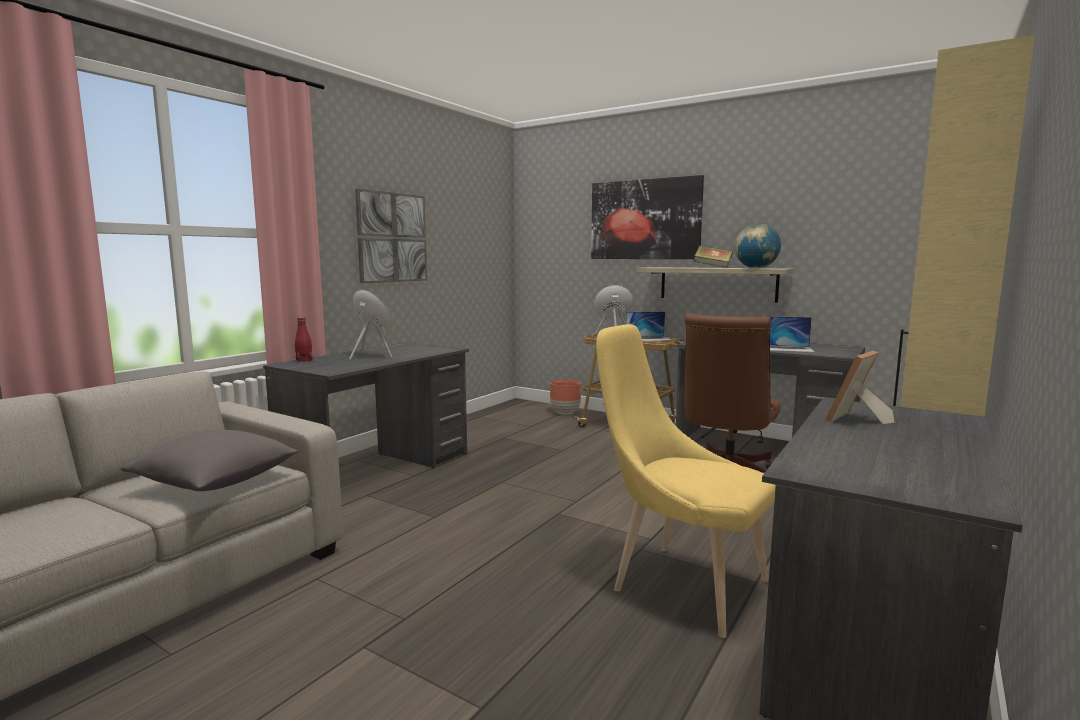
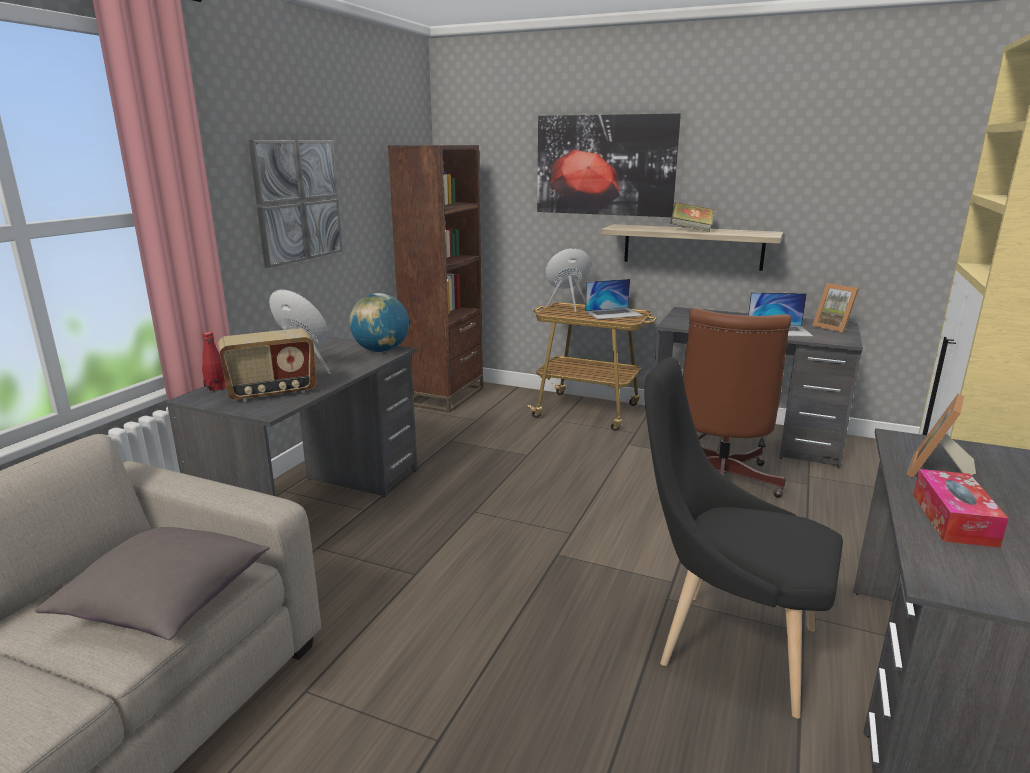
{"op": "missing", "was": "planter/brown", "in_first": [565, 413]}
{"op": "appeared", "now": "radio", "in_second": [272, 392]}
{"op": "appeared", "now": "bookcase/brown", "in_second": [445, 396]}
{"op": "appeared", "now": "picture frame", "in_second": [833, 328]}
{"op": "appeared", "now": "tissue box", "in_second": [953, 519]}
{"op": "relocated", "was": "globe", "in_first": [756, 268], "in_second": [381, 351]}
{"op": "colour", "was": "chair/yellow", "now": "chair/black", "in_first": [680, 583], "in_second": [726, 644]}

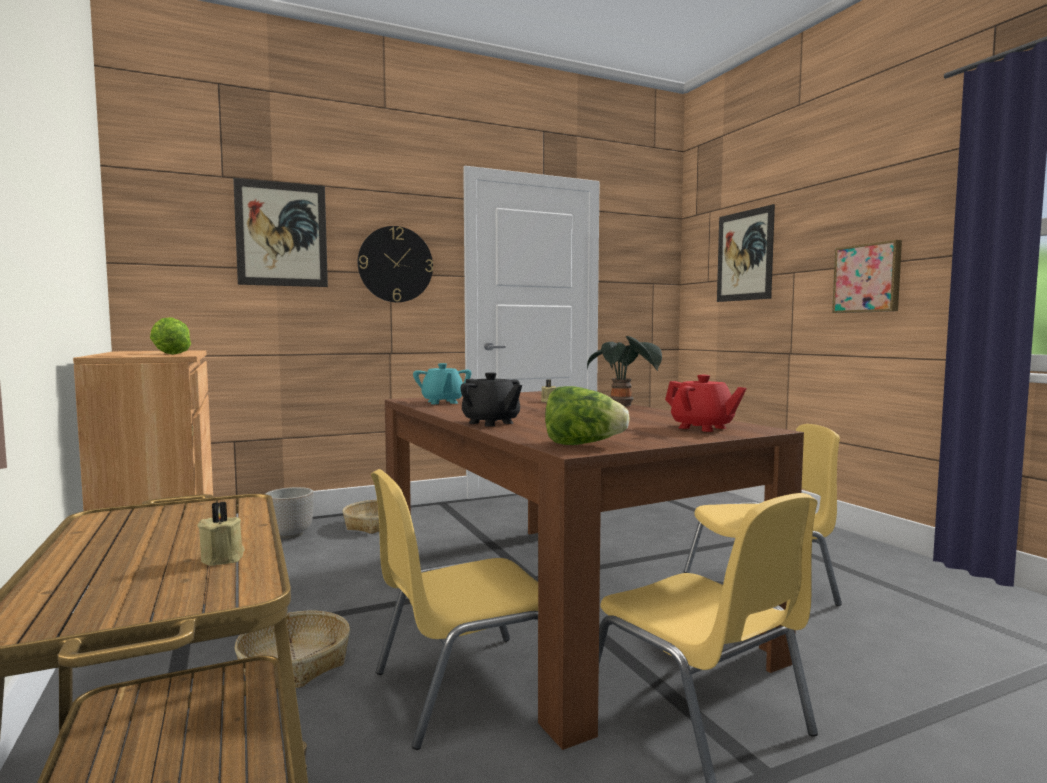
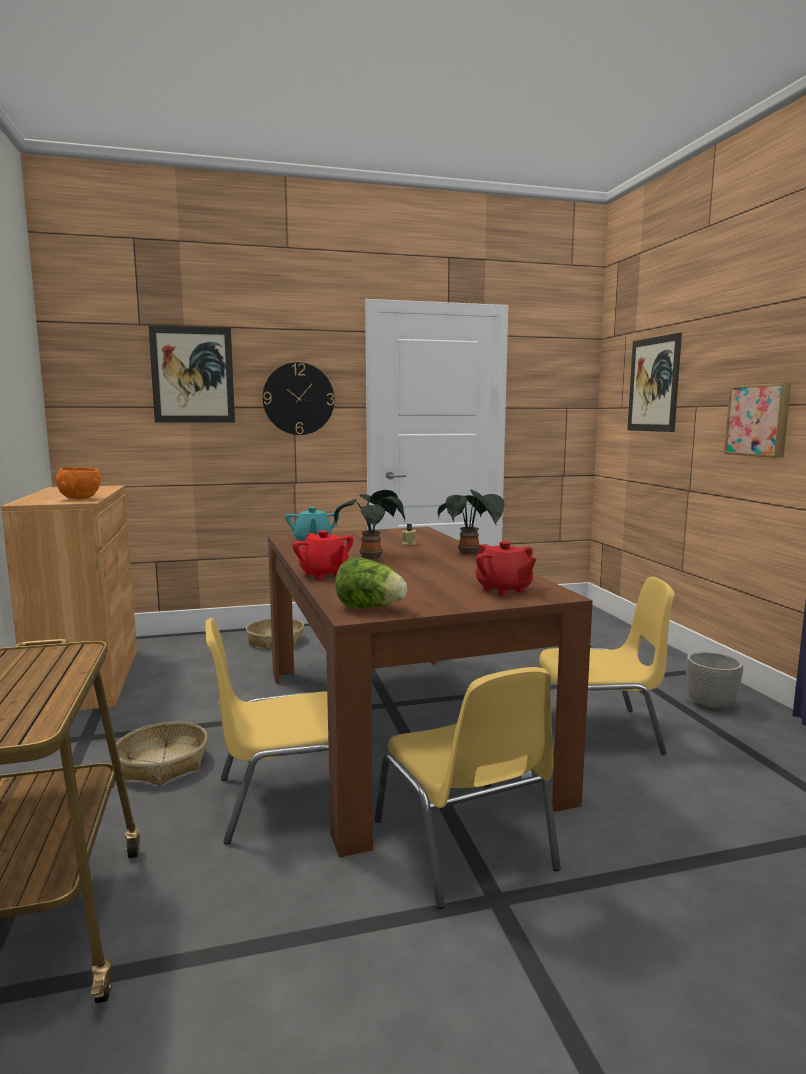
{"op": "missing", "was": "candle/beige", "in_first": [224, 557]}
{"op": "appeared", "now": "potted plant", "in_second": [372, 557]}
{"op": "relocated", "was": "planter", "in_first": [290, 535], "in_second": [711, 705]}
{"op": "exchanged", "was": "lettuce", "now": "bowl/orange", "in_first": [169, 354], "in_second": [80, 498]}
{"op": "colour", "was": "teapot/black", "now": "teapot/red", "in_first": [491, 423], "in_second": [324, 574]}

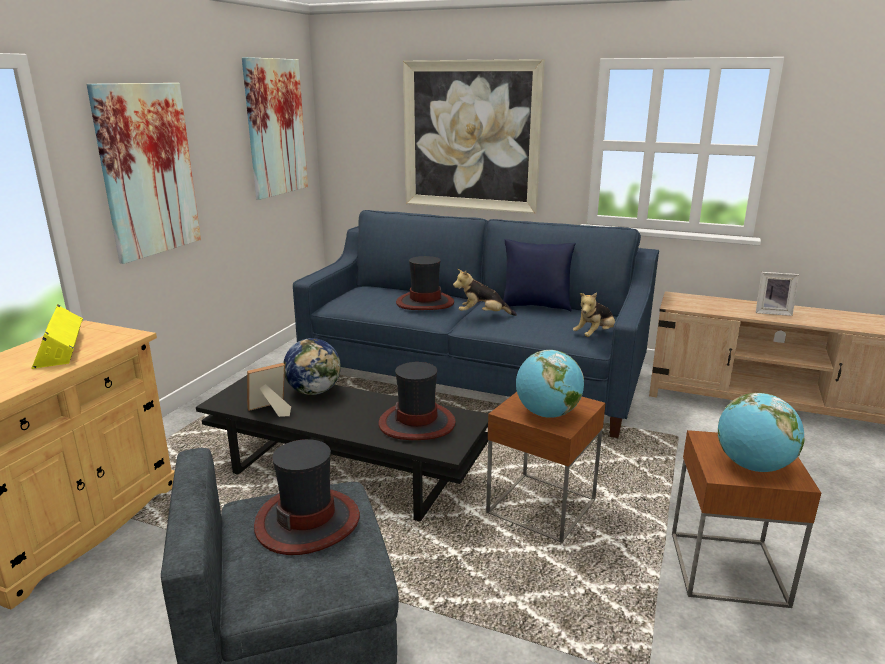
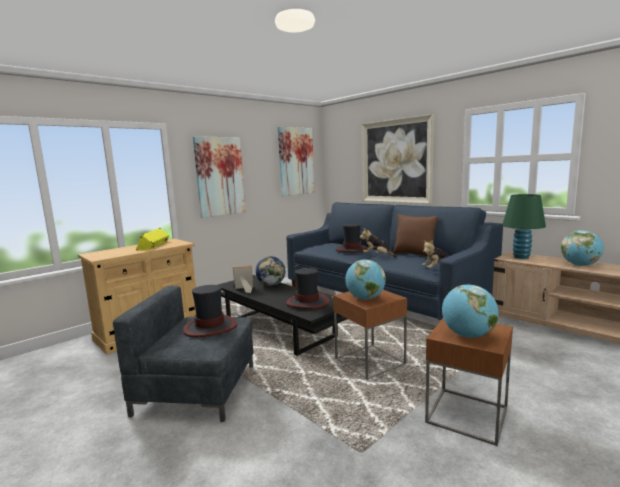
{"op": "appeared", "now": "table lamp/green", "in_second": [521, 257]}
{"op": "exchanged", "was": "picture frame", "now": "globe", "in_first": [772, 312], "in_second": [580, 265]}
{"op": "colour", "was": "pillow/blue", "now": "pillow/brown", "in_first": [536, 306], "in_second": [414, 254]}

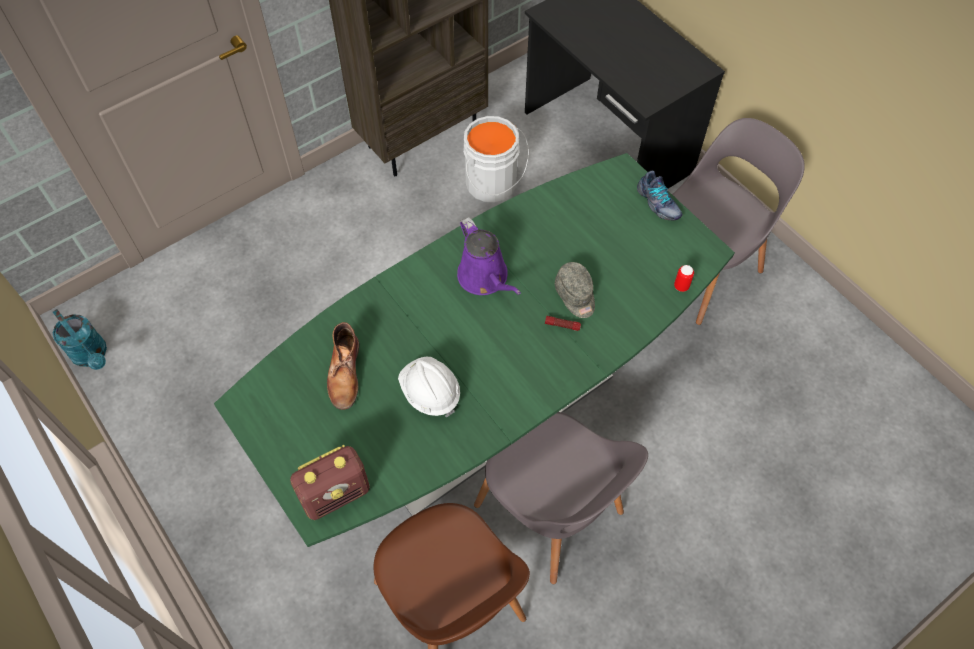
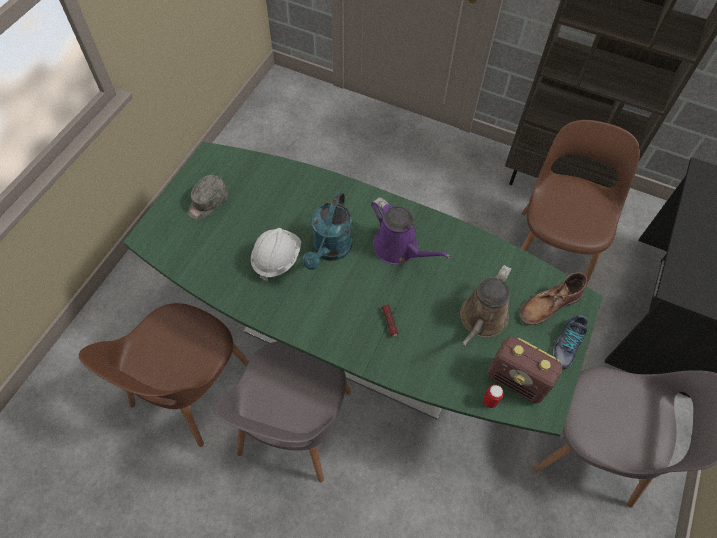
{"op": "appeared", "now": "watering can/brown", "in_second": [481, 320]}
{"op": "relocated", "was": "watering can/turquoise", "in_first": [92, 355], "in_second": [330, 250]}
{"op": "relocated", "was": "radio", "in_first": [336, 494], "in_second": [517, 381]}
{"op": "relocated", "was": "boot/brown", "in_first": [345, 373], "in_second": [548, 305]}
{"op": "relocated", "was": "cap/grey", "in_first": [575, 296], "in_second": [208, 203]}
{"op": "exchanged", "was": "bucket/grey", "now": "chair/brown", "in_first": [493, 185], "in_second": [552, 249]}
{"op": "spun", "was": "watering can/purple", "in_first": [485, 278], "in_second": [399, 248], "clockwise": -75}

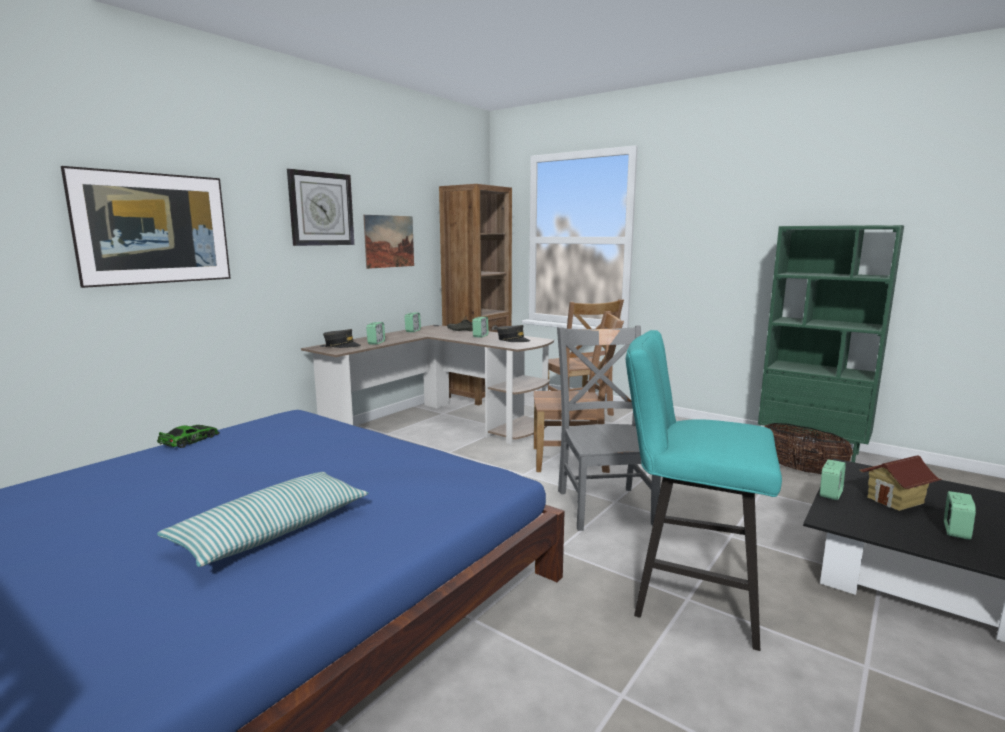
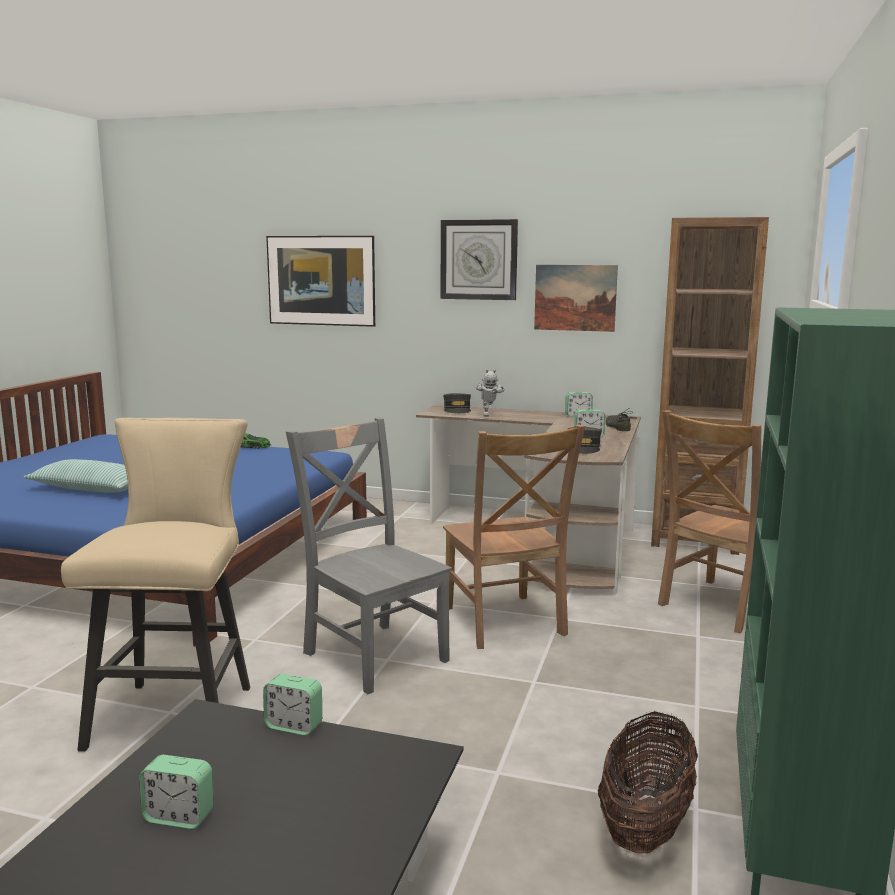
{"op": "missing", "was": "toy house", "in_first": [895, 500]}
{"op": "exchanged", "was": "alarm clock", "now": "toy robot", "in_first": [376, 343], "in_second": [488, 415]}
{"op": "colour", "was": "stool/turquoise", "now": "stool/beige", "in_first": [686, 594], "in_second": [178, 711]}
{"op": "spun", "was": "chair/grey", "in_first": [604, 505], "in_second": [373, 654], "clockwise": -105}

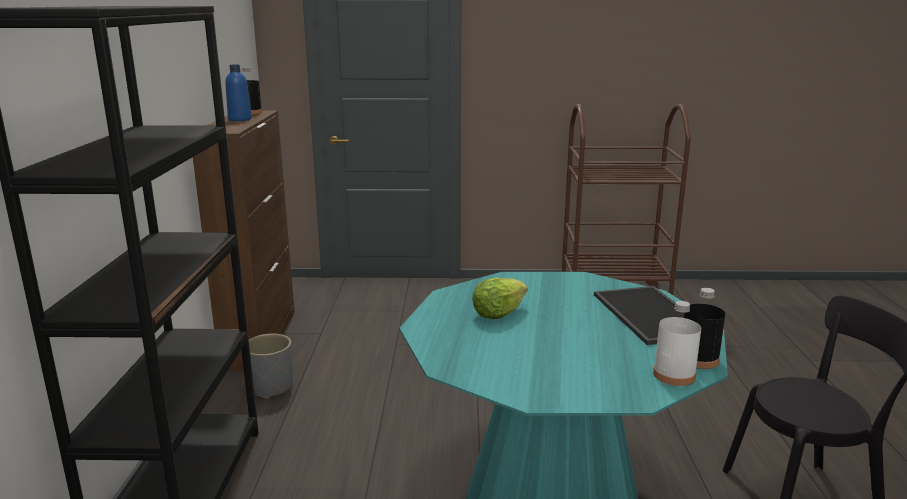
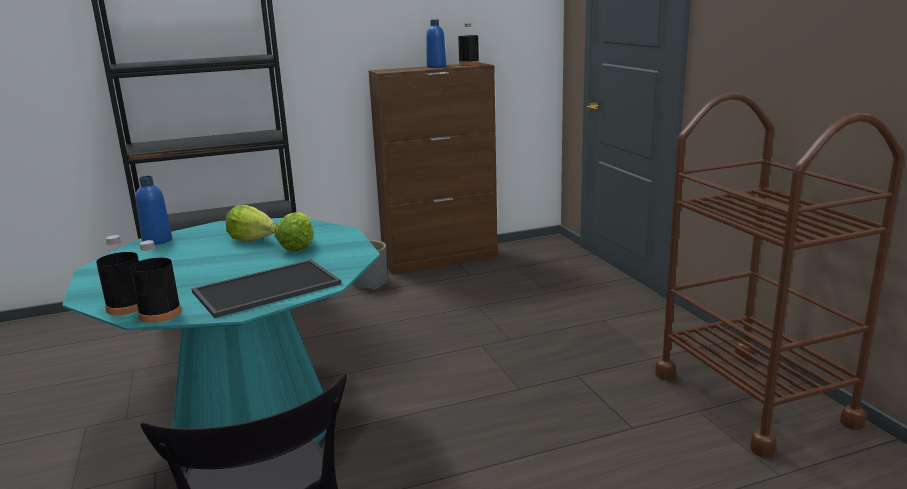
{"op": "appeared", "now": "bottle/blue", "in_second": [157, 240]}
{"op": "appeared", "now": "lettuce", "in_second": [297, 247]}
{"op": "colour", "was": "bottle/white", "now": "bottle/black", "in_first": [674, 375], "in_second": [127, 306]}

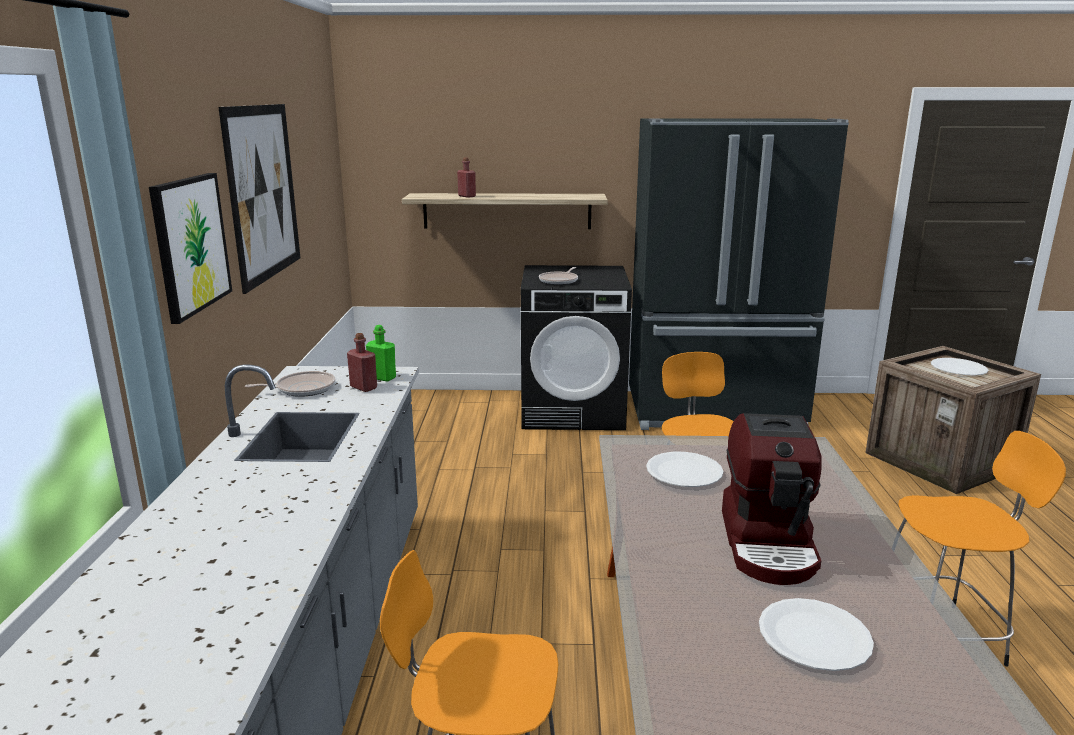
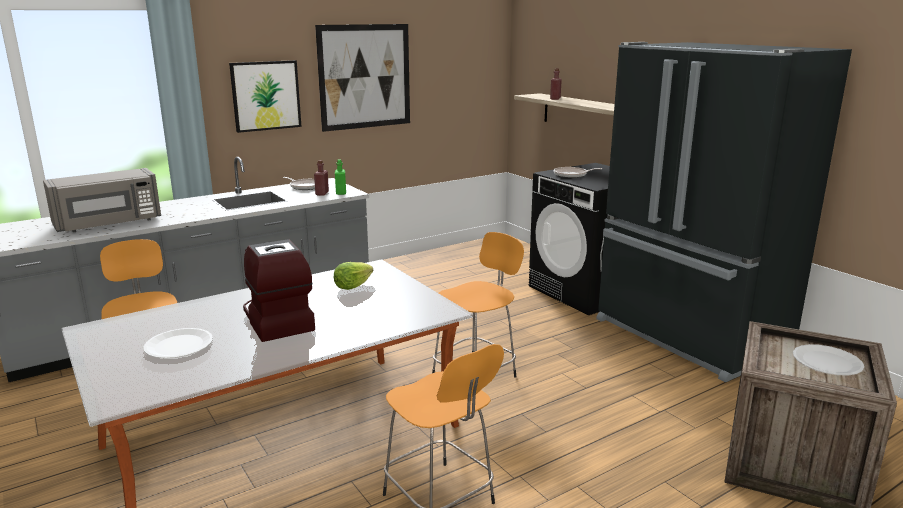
{"op": "appeared", "now": "microwave/grey", "in_second": [109, 224]}
{"op": "exchanged", "was": "plate/white", "now": "lettuce", "in_first": [684, 472], "in_second": [352, 286]}
{"op": "spun", "was": "coffee machine", "in_first": [769, 544], "in_second": [276, 321], "clockwise": 90}

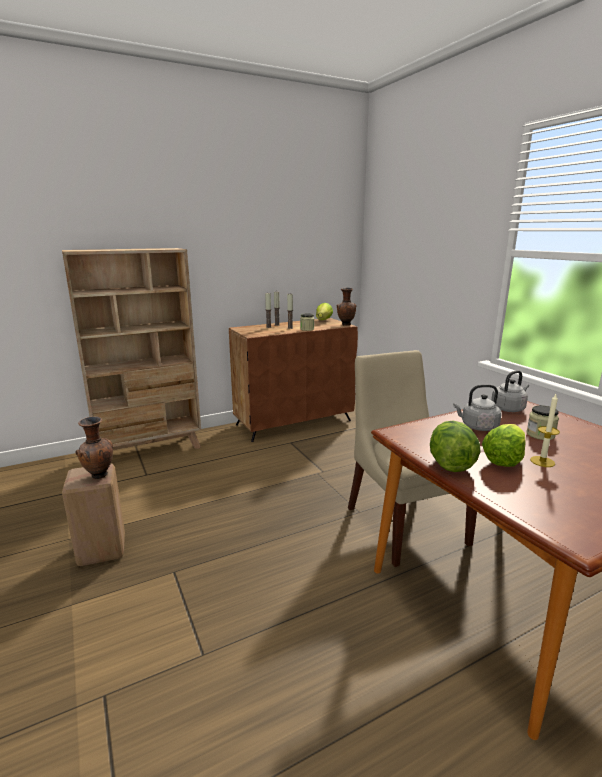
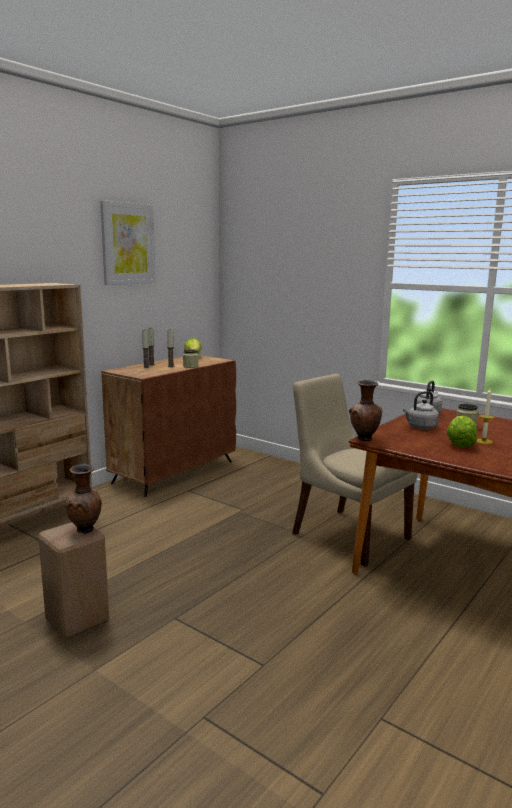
{"op": "missing", "was": "lettuce", "in_first": [450, 464]}
{"op": "appeared", "now": "picture", "in_second": [128, 244]}
{"op": "relocated", "was": "vase/brown", "in_first": [345, 325], "in_second": [364, 439]}

